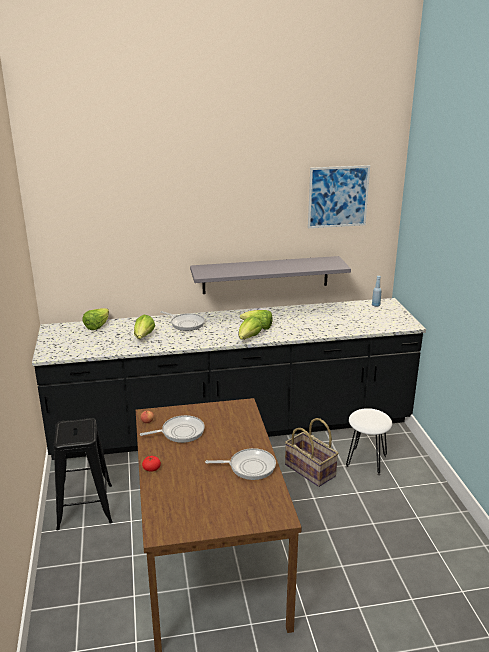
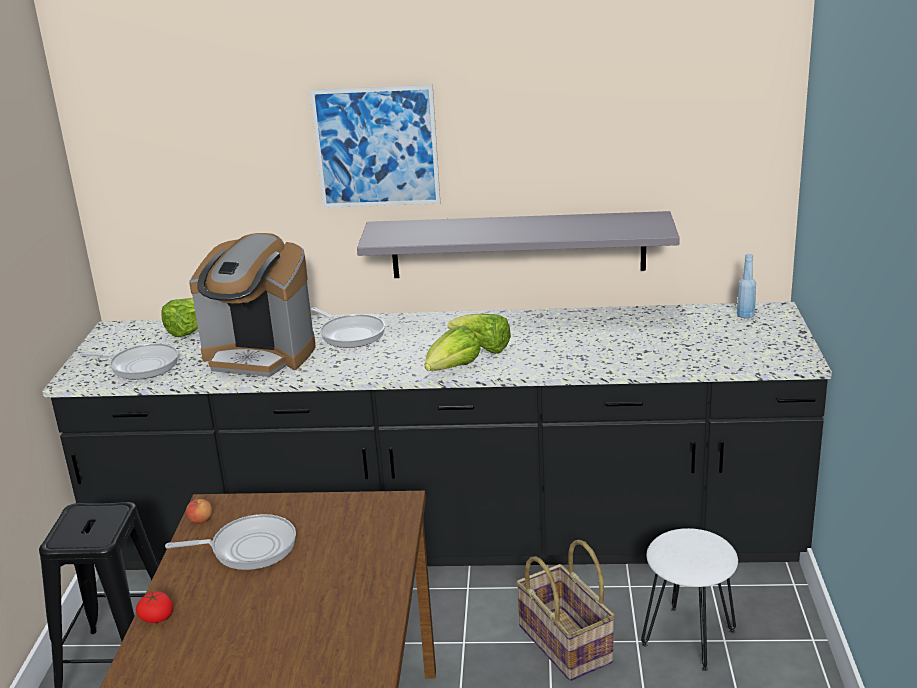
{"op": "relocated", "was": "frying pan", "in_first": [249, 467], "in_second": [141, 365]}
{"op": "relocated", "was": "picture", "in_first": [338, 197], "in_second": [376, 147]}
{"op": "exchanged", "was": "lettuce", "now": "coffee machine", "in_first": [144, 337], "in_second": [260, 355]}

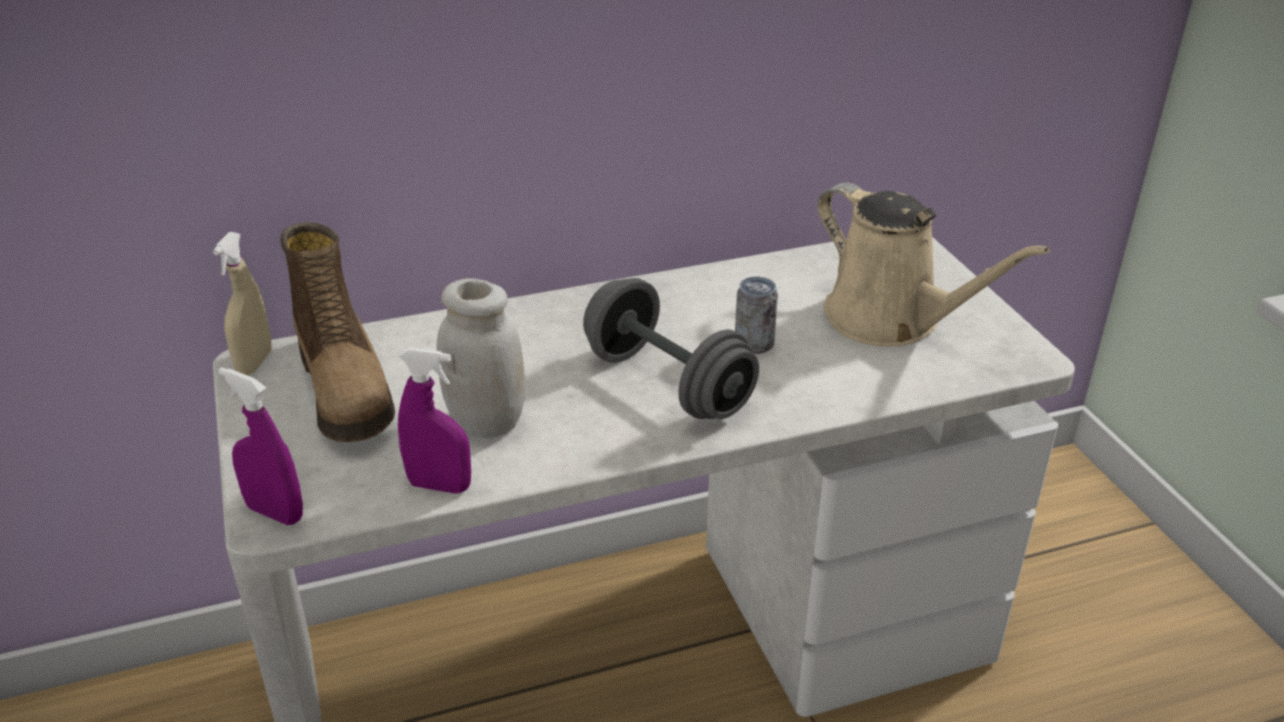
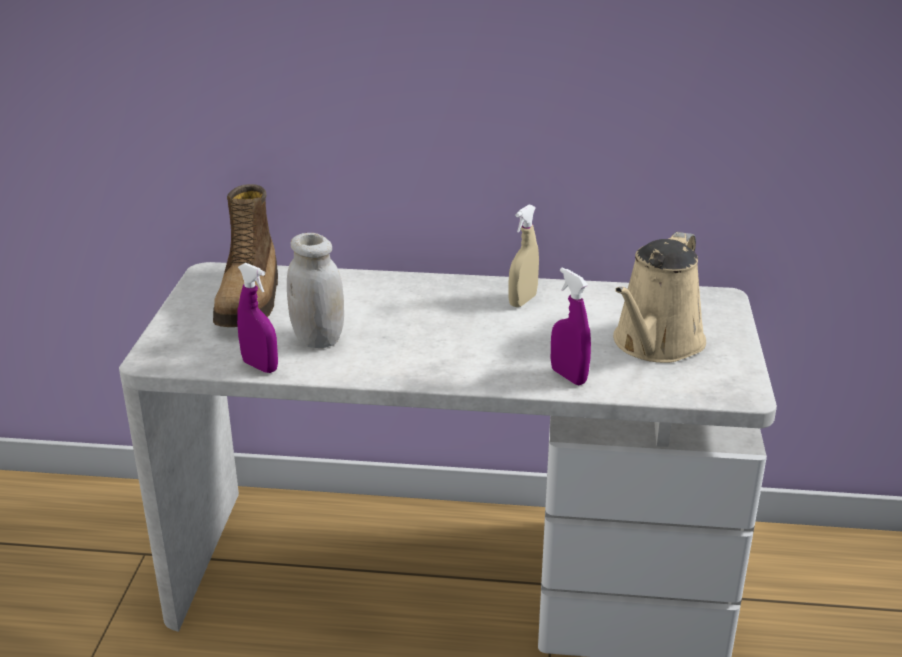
{"op": "missing", "was": "dumbbell/grey", "in_first": [668, 384]}
{"op": "missing", "was": "can", "in_first": [754, 344]}
{"op": "relocated", "was": "spray bottle/beige", "in_first": [255, 363], "in_second": [522, 301]}
{"op": "relocated", "was": "spray bottle/purple", "in_first": [275, 513], "in_second": [568, 376]}
{"op": "spun", "was": "watering can/beige", "in_first": [890, 320], "in_second": [655, 344], "clockwise": 45}

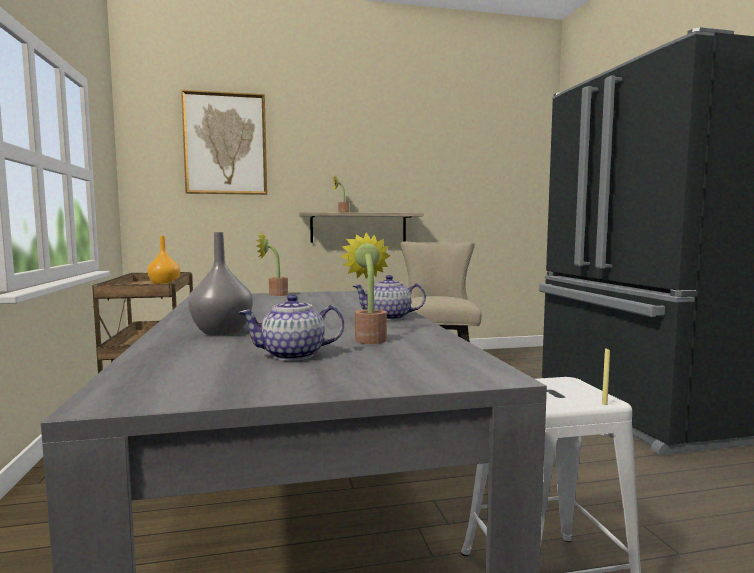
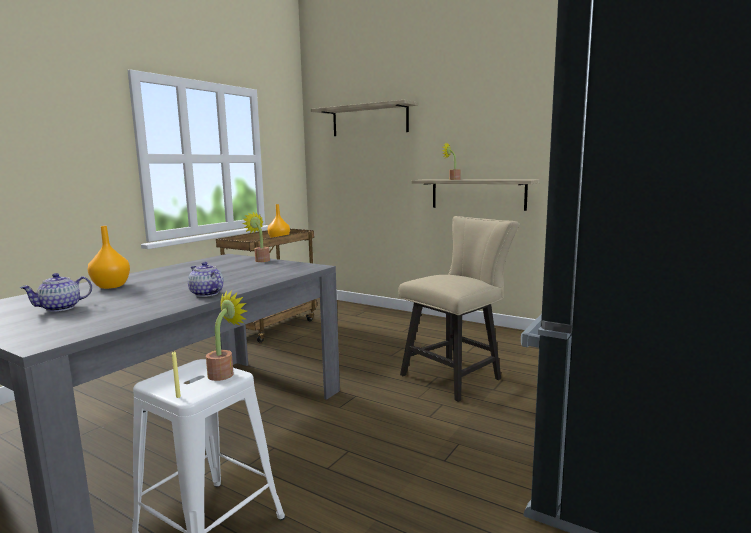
{"op": "relocated", "was": "potted plant", "in_first": [369, 338], "in_second": [225, 373]}
{"op": "exchanged", "was": "picture", "now": "shelf", "in_first": [225, 144], "in_second": [369, 120]}
{"op": "colour", "was": "vase/grey", "now": "vase/orange", "in_first": [223, 332], "in_second": [112, 286]}
{"op": "spun", "was": "teapot", "in_first": [294, 355], "in_second": [61, 308], "clockwise": -75}

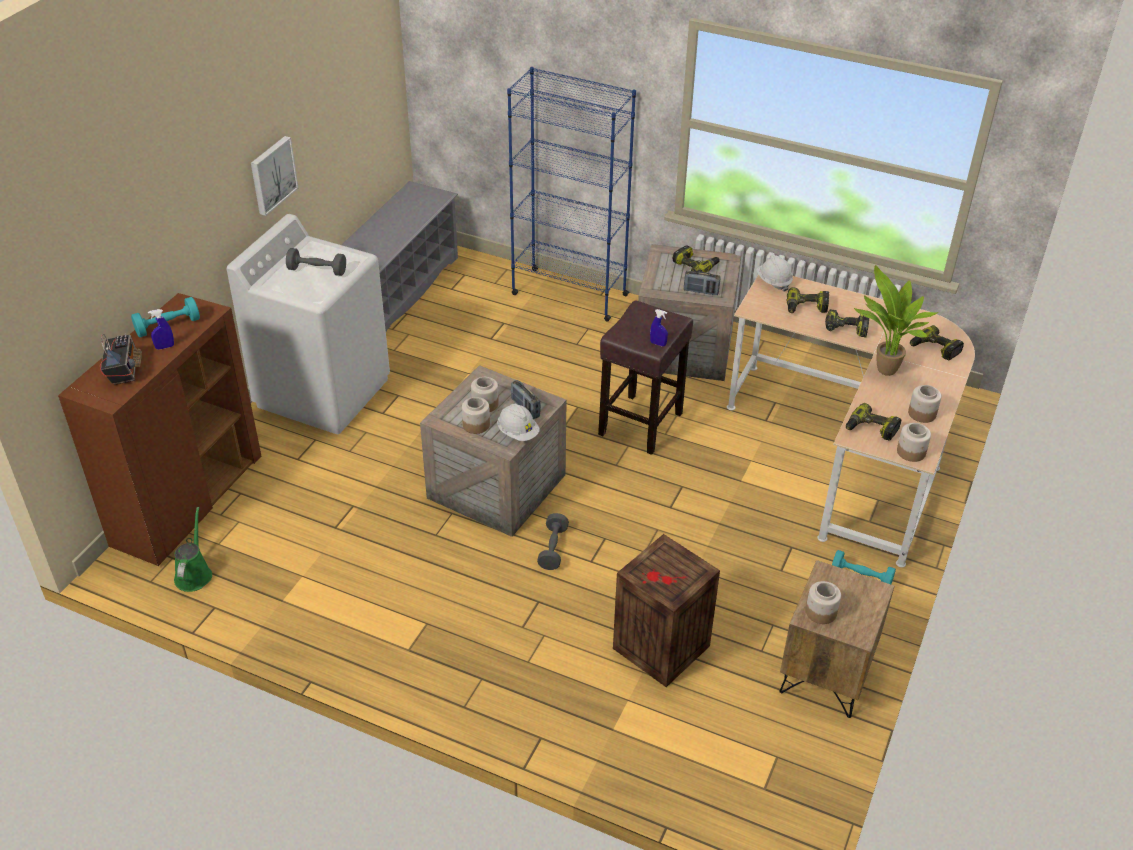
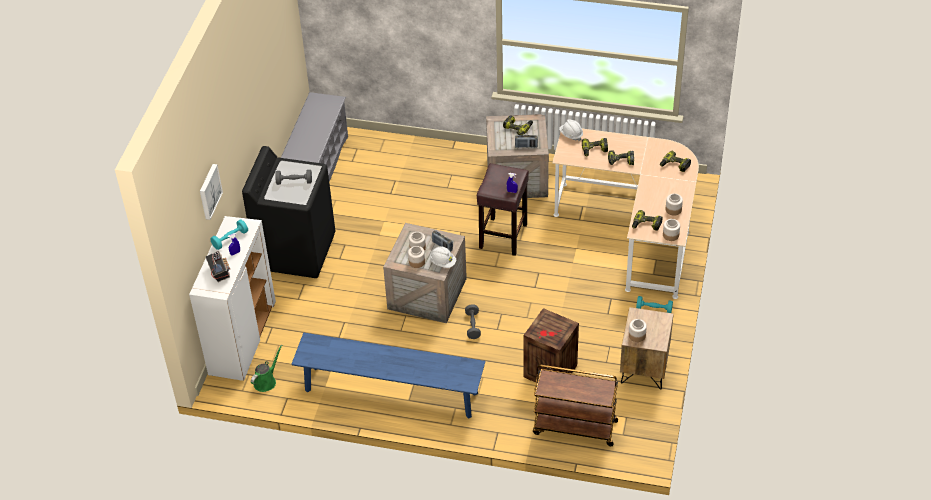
{"op": "missing", "was": "bookcase/blue", "in_first": [569, 294]}
{"op": "missing", "was": "potted plant", "in_first": [883, 371]}
{"op": "appeared", "now": "bench/blue", "in_second": [391, 392]}
{"op": "appeared", "now": "cart/brown", "in_second": [574, 427]}
{"op": "relocated", "was": "picture", "in_first": [272, 175], "in_second": [209, 191]}
{"op": "colour", "was": "cabinet/brown", "now": "cabinet/white", "in_first": [188, 501], "in_second": [242, 338]}
{"op": "colour", "was": "washing machine/white", "now": "washing machine/black", "in_first": [323, 392], "in_second": [296, 251]}
{"op": "spun", "was": "watering can/green", "in_first": [194, 574], "in_second": [266, 381], "clockwise": 45}

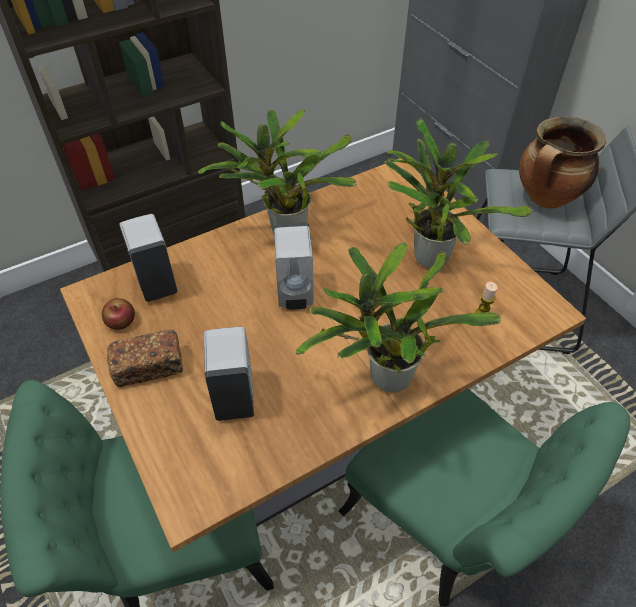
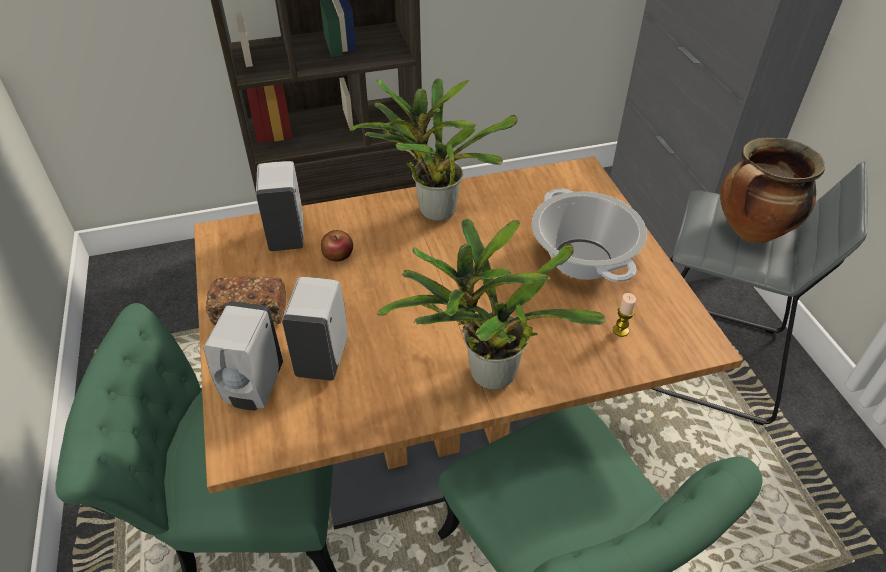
{"op": "relocated", "was": "apple", "in_first": [121, 321], "in_second": [338, 255]}
{"op": "relocated", "was": "soap dispenser/white", "in_first": [295, 294], "in_second": [254, 389]}
{"op": "exchanged", "was": "potted plant", "now": "cooking pot", "in_first": [429, 254], "in_second": [582, 259]}

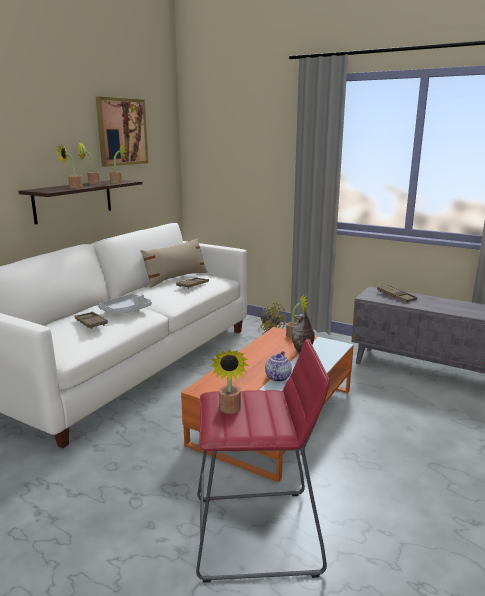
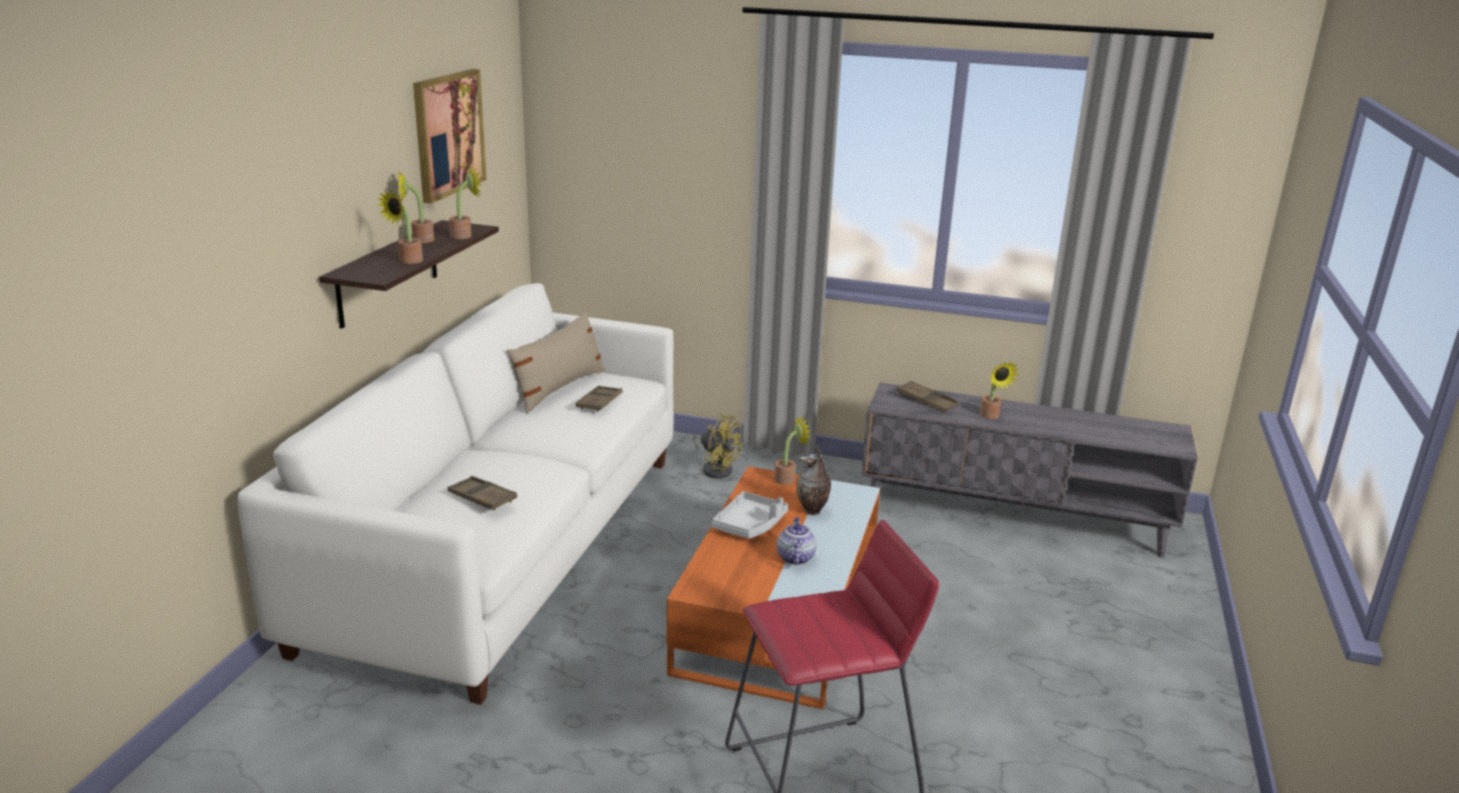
{"op": "relocated", "was": "tray/grey", "in_first": [126, 310], "in_second": [750, 525]}
{"op": "relocated", "was": "potted plant", "in_first": [230, 410], "in_second": [991, 416]}

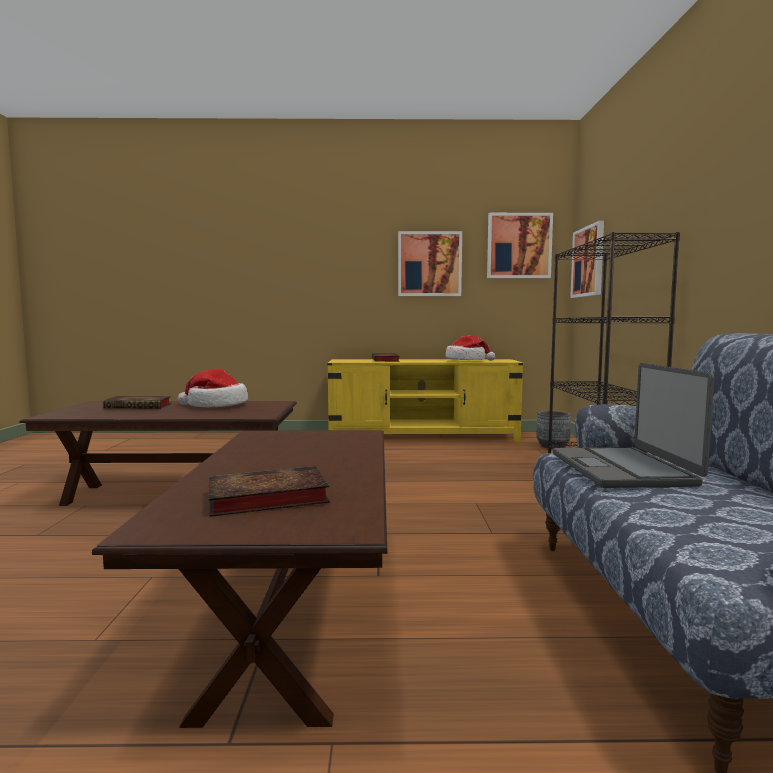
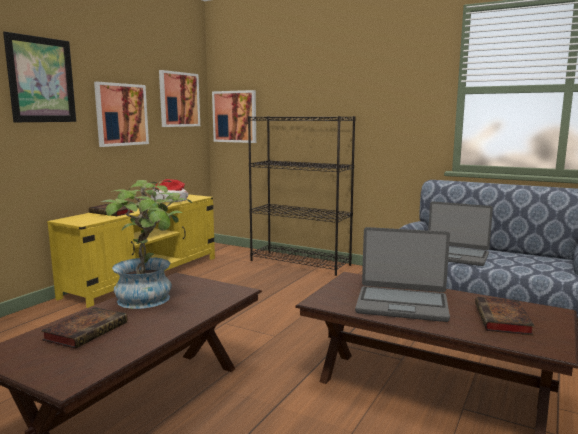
{"op": "missing", "was": "planter/grey", "in_first": [552, 446]}
{"op": "appeared", "now": "picture", "in_second": [41, 80]}
{"op": "appeared", "now": "laptop", "in_second": [402, 304]}
{"op": "exchanged", "was": "hat", "now": "potted plant", "in_first": [216, 405], "in_second": [151, 300]}

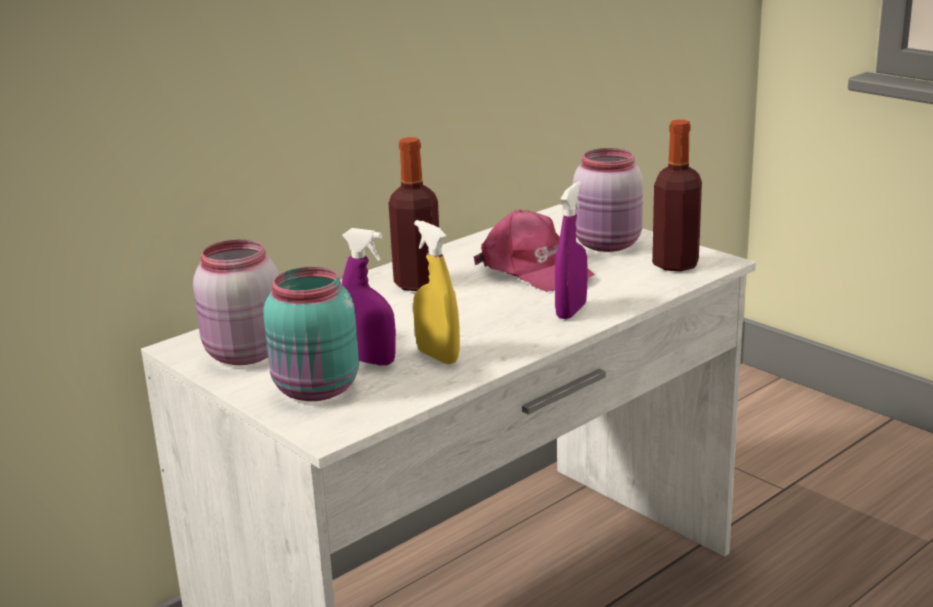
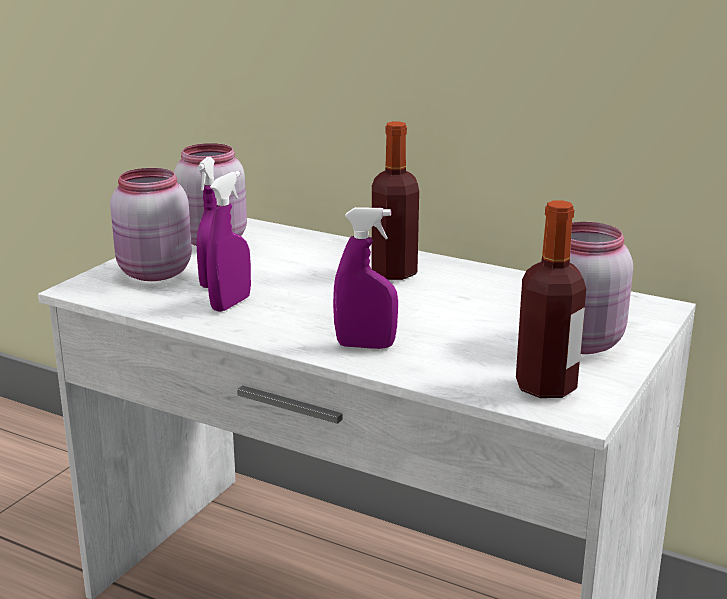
{"op": "missing", "was": "cap/pink", "in_first": [534, 270]}
{"op": "colour", "was": "jar/turquoise", "now": "jar/pink", "in_first": [317, 390], "in_second": [152, 273]}
{"op": "colour", "was": "spray bottle/yellow", "now": "spray bottle/purple", "in_first": [437, 356], "in_second": [231, 304]}

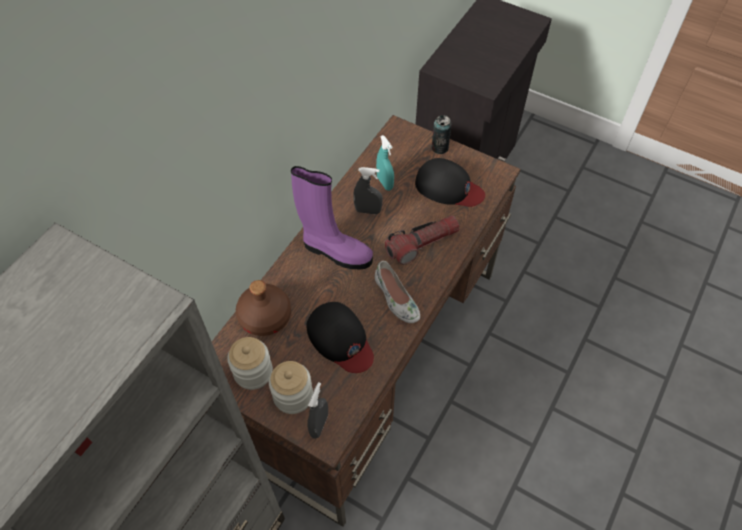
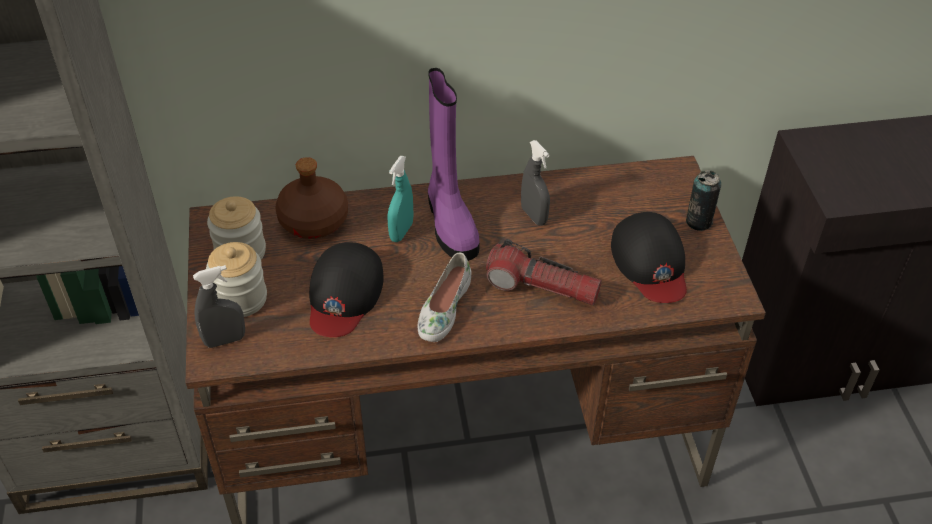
{"op": "relocated", "was": "spray bottle/turquoise", "in_first": [384, 183], "in_second": [401, 231]}

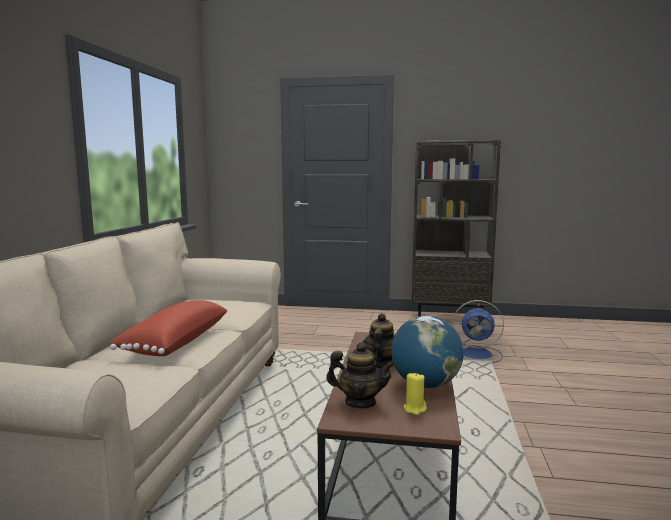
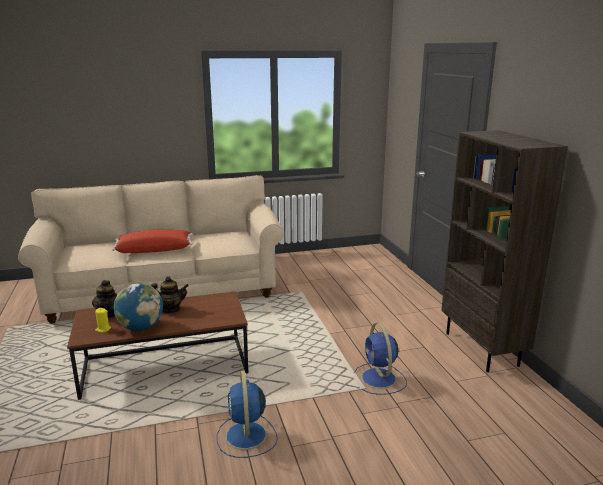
{"op": "appeared", "now": "fan/blue", "in_second": [246, 437]}

